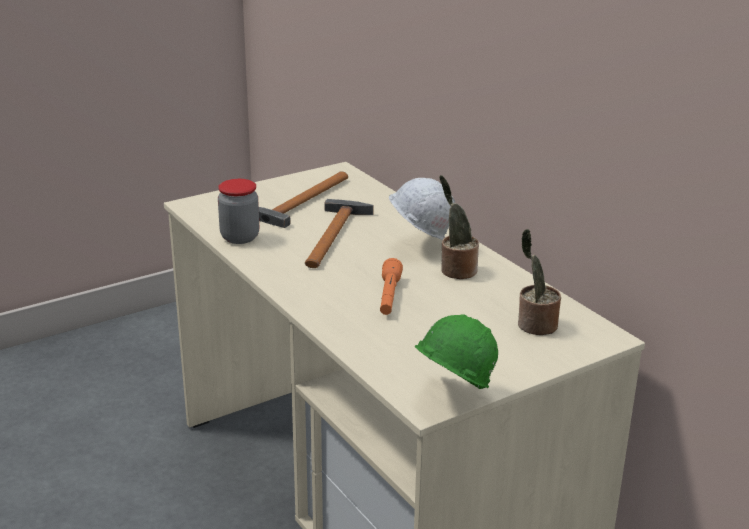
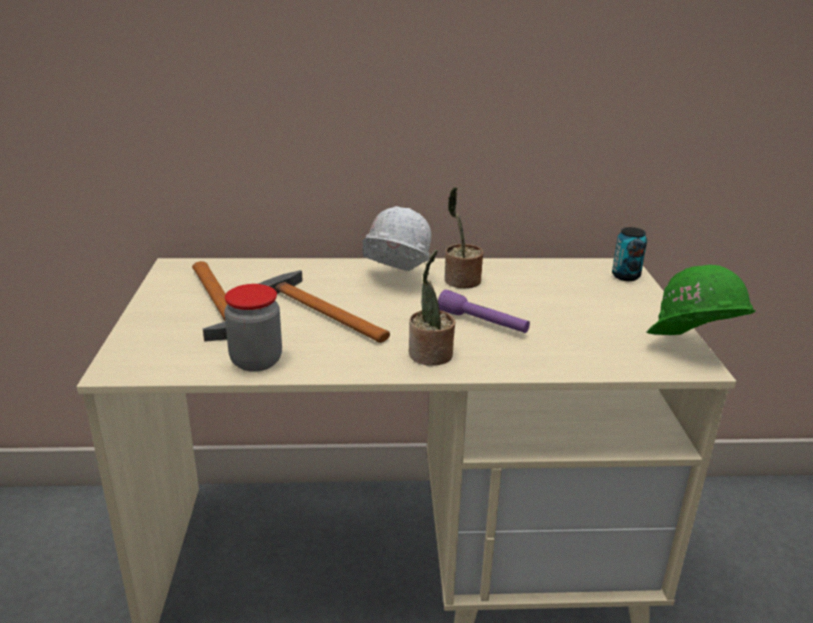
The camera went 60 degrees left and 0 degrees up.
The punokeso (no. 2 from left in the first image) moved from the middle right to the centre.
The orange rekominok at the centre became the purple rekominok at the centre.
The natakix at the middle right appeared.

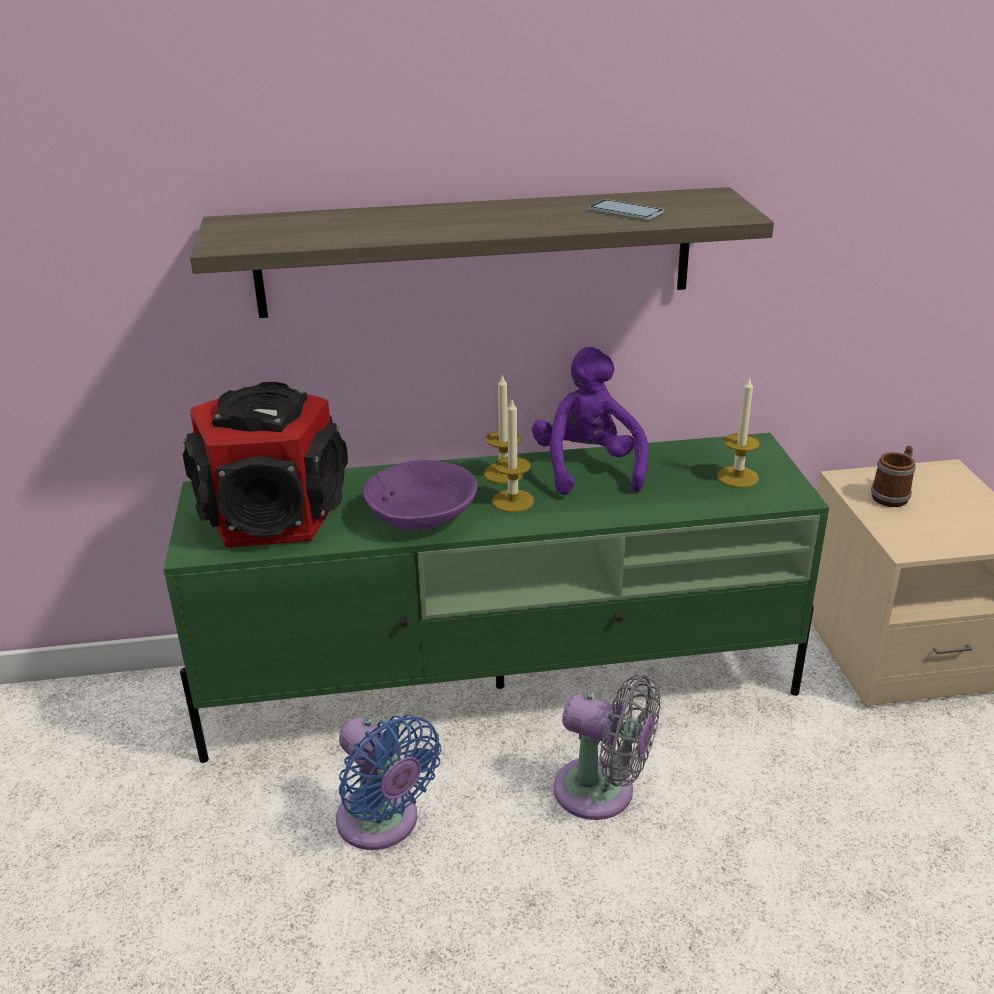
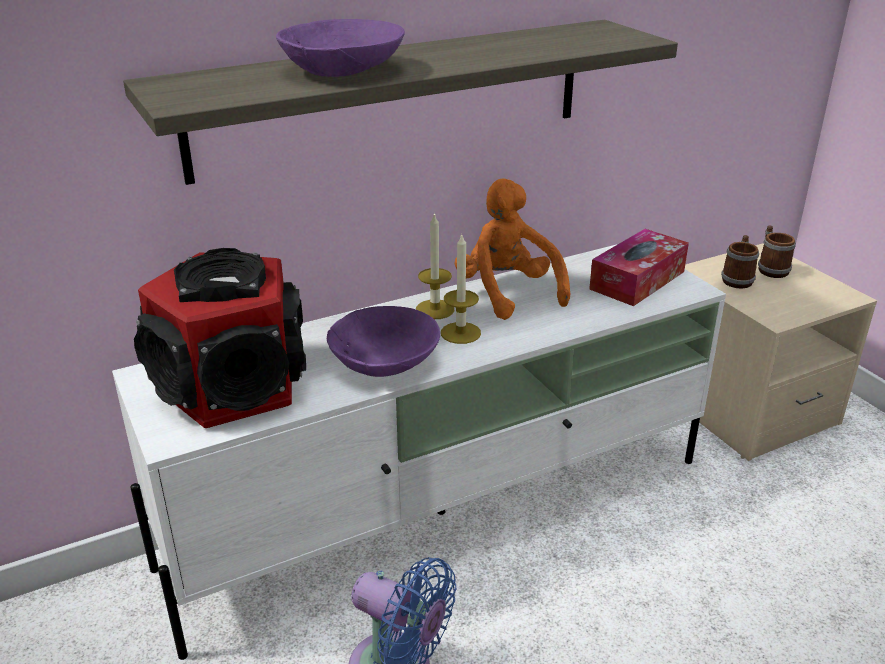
The camera went 20 degrees left and 0 degrees up.
The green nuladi at the centre became the white nuladi at the bottom centre.
The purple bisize (no. 1 from left) at the top centre appeared.
The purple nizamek at the centre became the orange nizamek at the centre.
The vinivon (no. 3 from left) at the middle right was replaced by the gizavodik at the middle right.
The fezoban (no. 2 from left) at the middle right appeared.
The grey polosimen at the bottom centre disappeared.
The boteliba at the top centre disappeared.

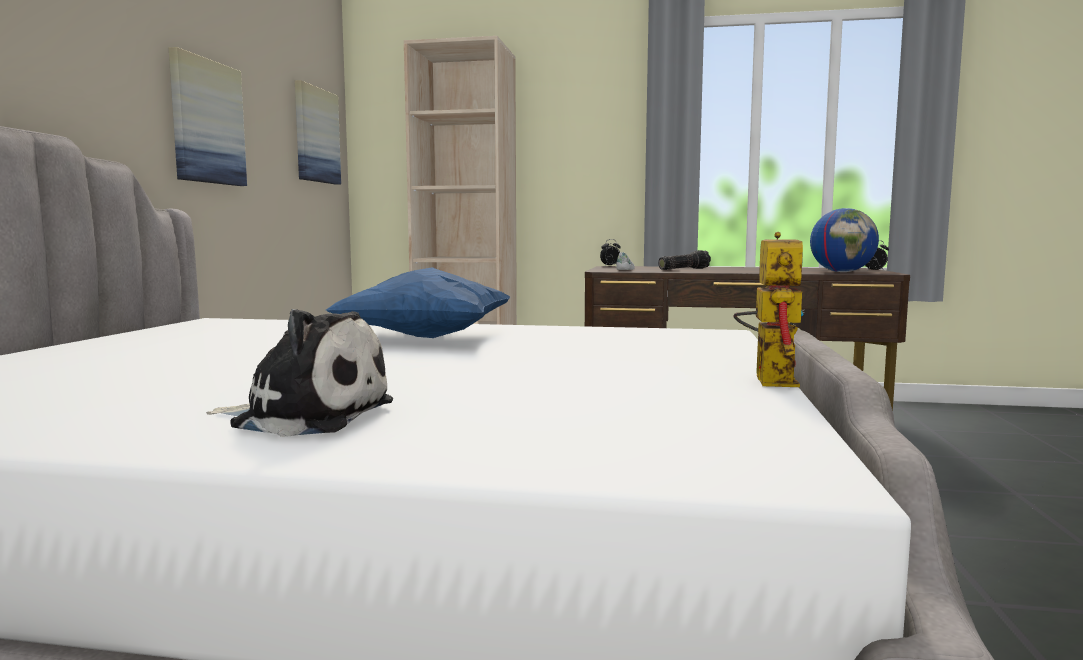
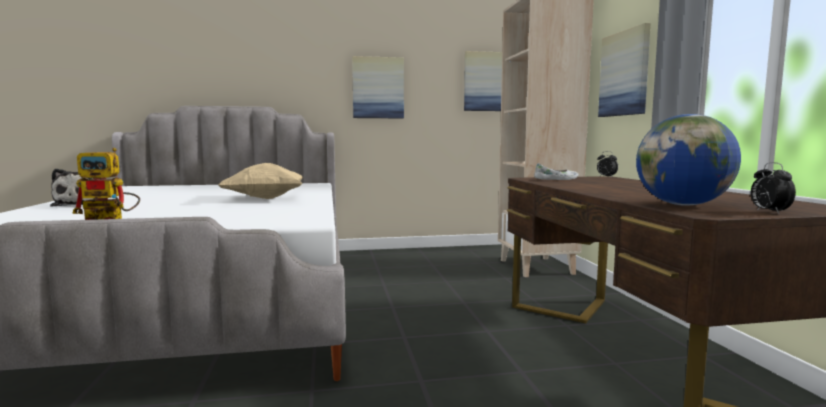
The camera went 70 degrees right and 0 degrees up.
The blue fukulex at the centre became the beige fukulex at the middle left.
The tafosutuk (no. 3 from left) at the top right appeared.
The rekominok at the centre disappeared.

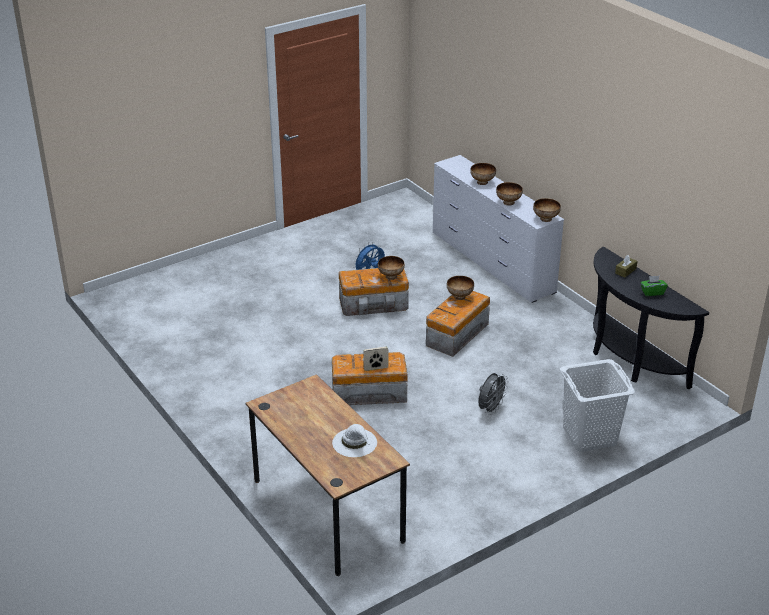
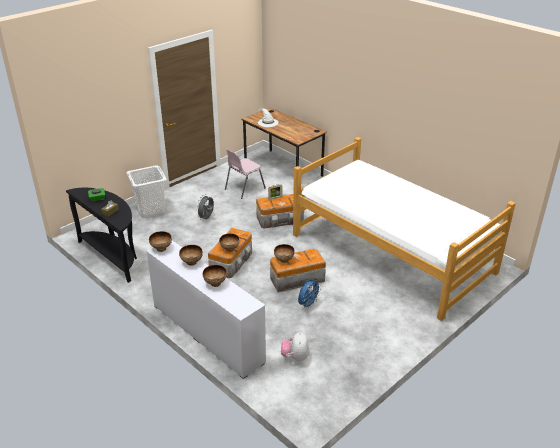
The camera went 170 degrees right and 0 degrees up.
The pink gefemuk at the centre appeared.
The nizamek at the bottom centre appeared.
The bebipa at the middle right appeared.

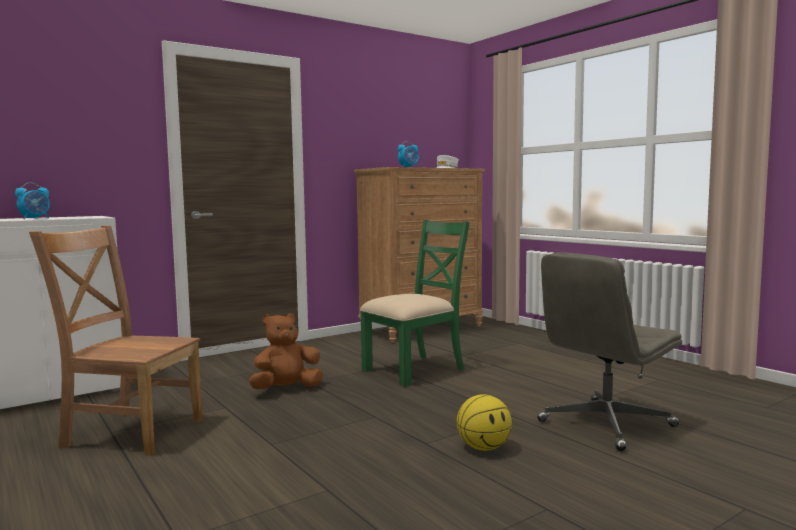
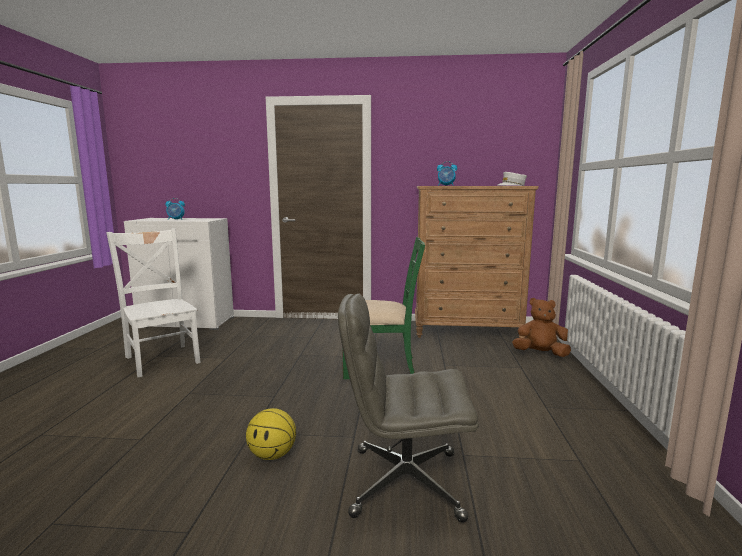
The camera went 40 degrees right and 5 degrees up.
The brown gefemuk at the middle left became the white gefemuk at the middle left.
The brown nizamek moved from the centre to the middle right.

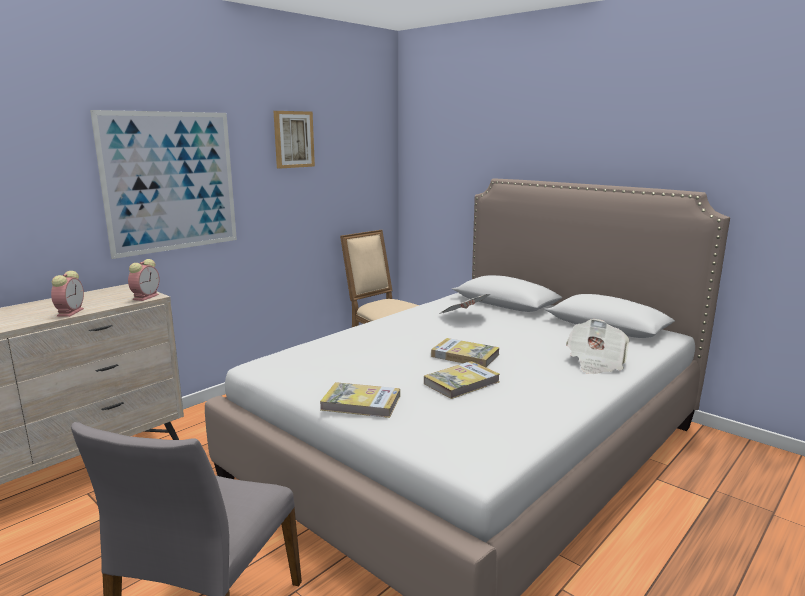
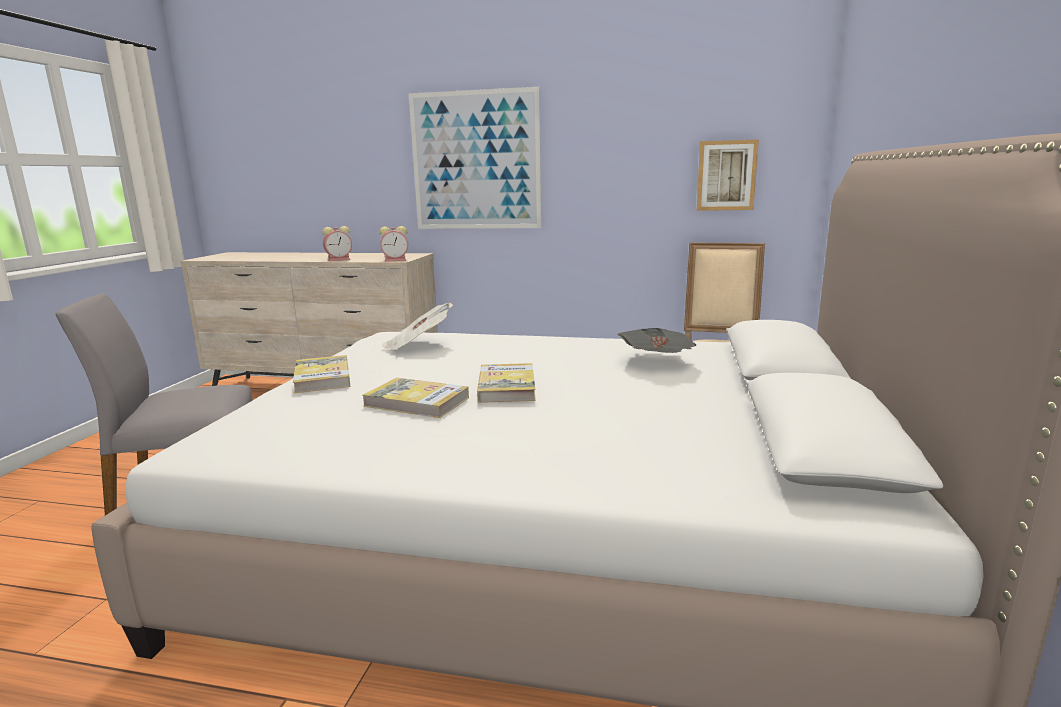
The camera went 60 degrees right and 0 degrees up.
The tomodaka (no. 2 from left in the first image) moved from the middle right to the centre.
The tafosutuk (no. 2 from left) moved from the top centre to the top right.

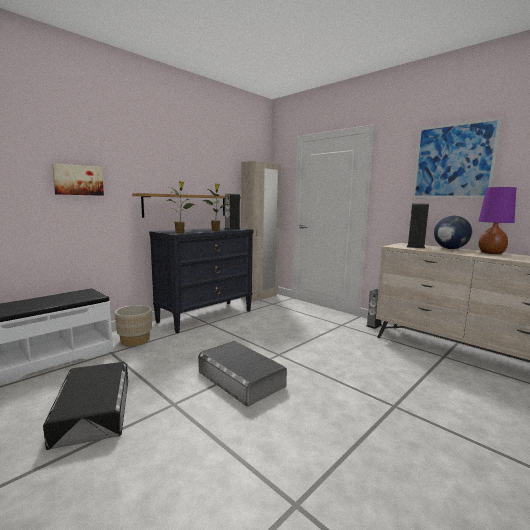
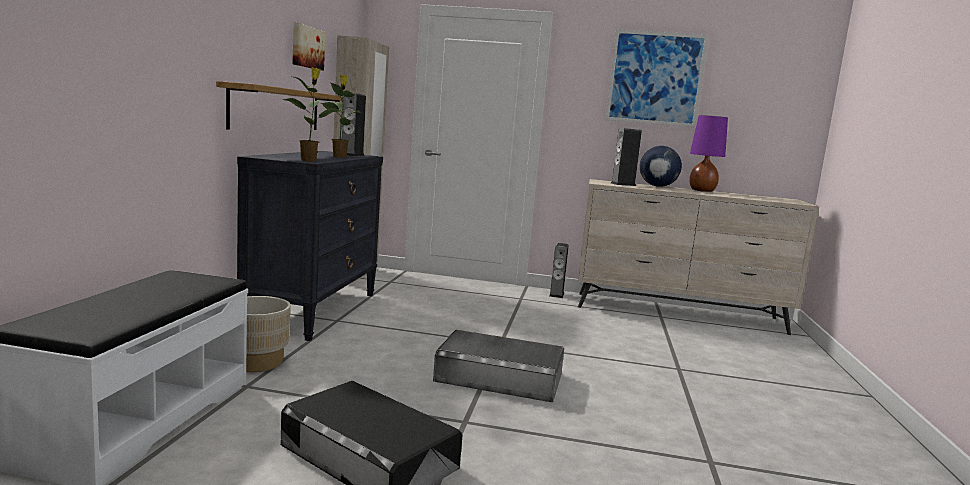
The camera went 35 degrees left and 0 degrees up.
The tafosutuk (no. 1 from left) moved from the middle left to the top left.

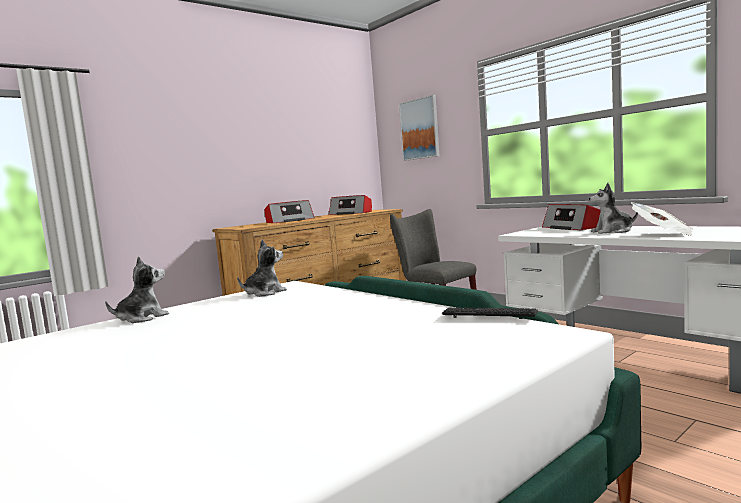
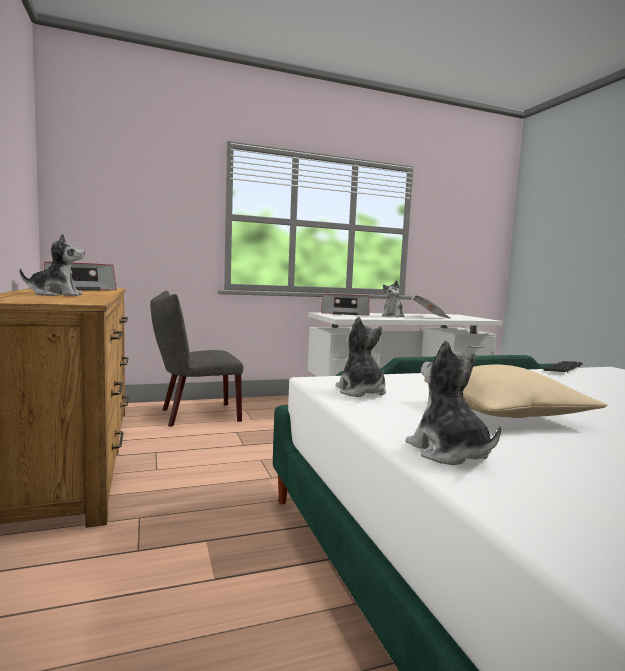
The camera went 70 degrees left and 0 degrees up.
The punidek (no. 1 from left) at the centre was replaced by the nizamek (no. 1 from left) at the middle left.
The beige fukulex at the middle right appeared.
The tafosutuk at the top centre disappeared.

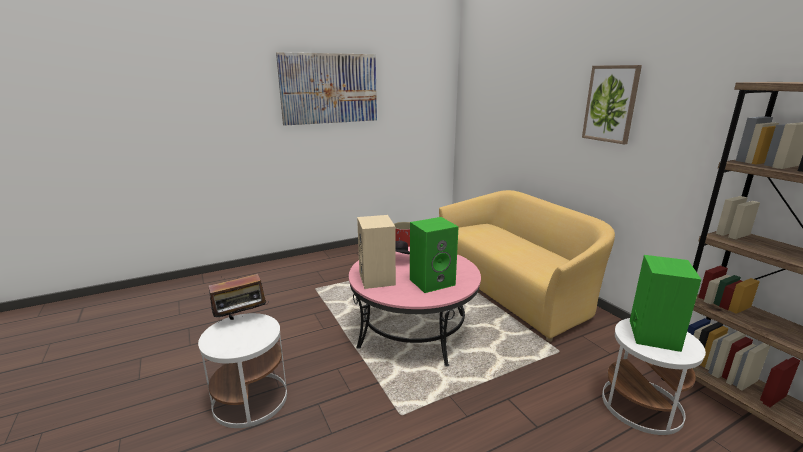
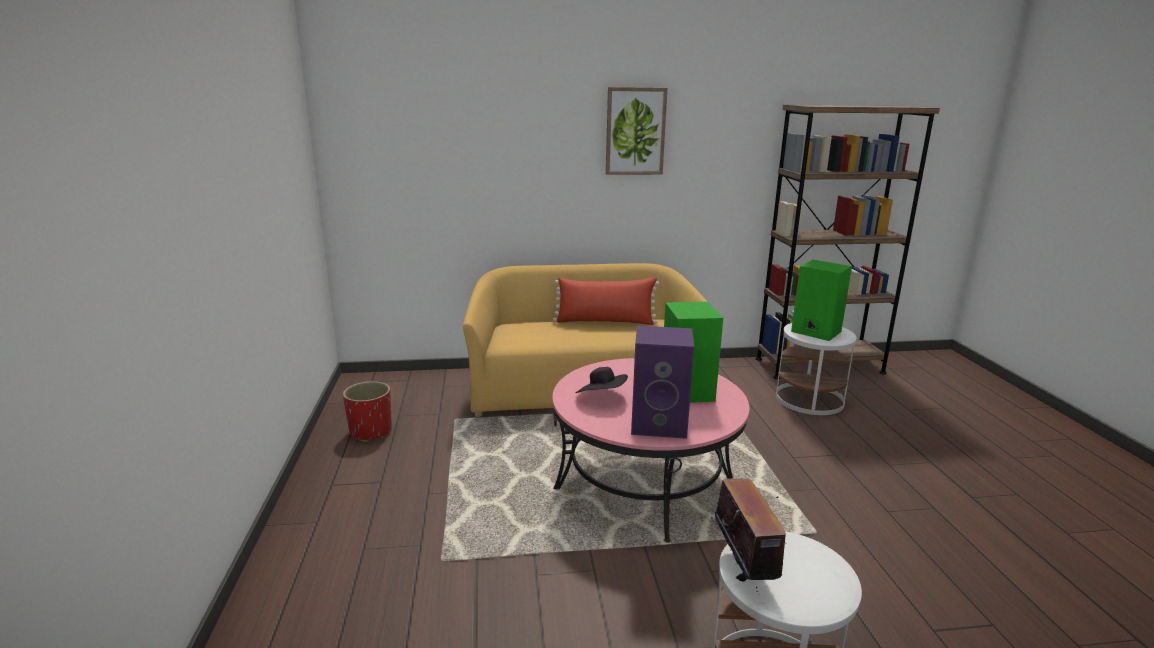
The camera went 70 degrees left and 0 degrees up.
The red fukulex at the centre appeared.
The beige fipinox at the centre became the purple fipinox at the centre.
The tafosutuk (no. 1 from left) at the top centre disappeared.

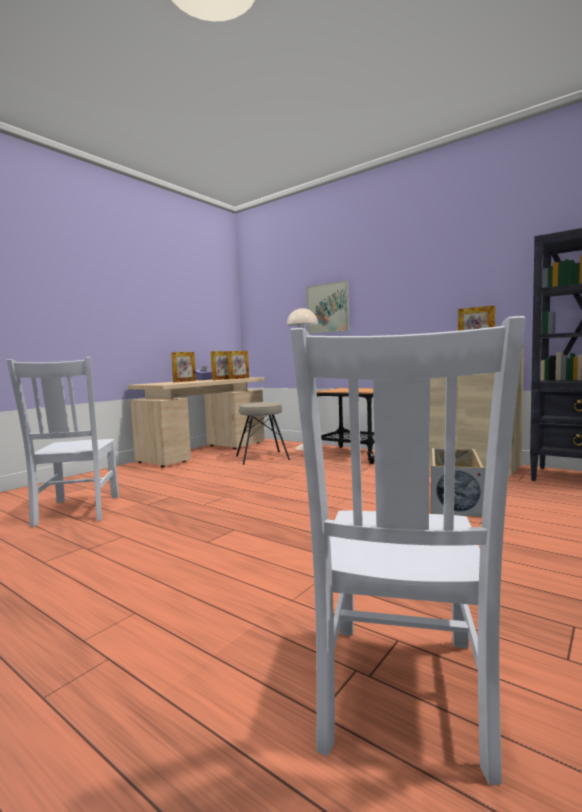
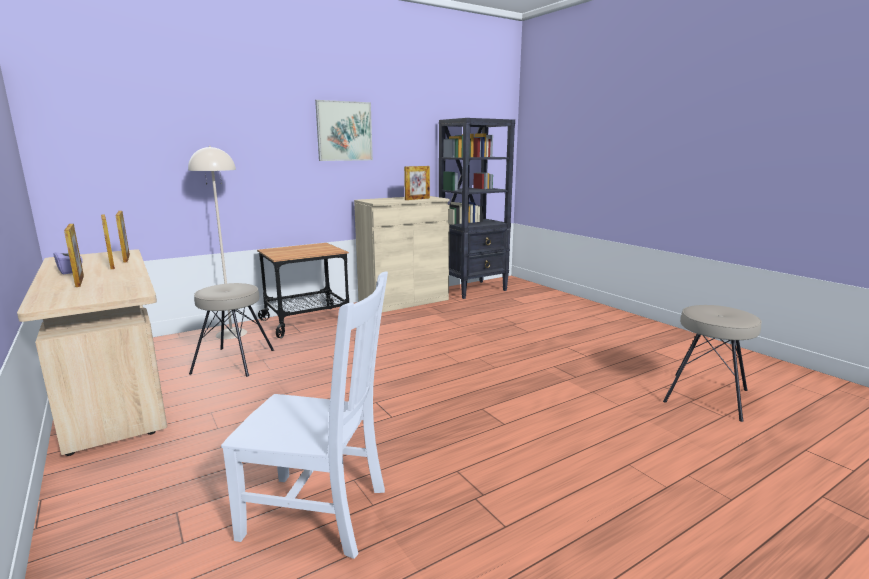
The camera went 70 degrees left and 10 degrees up.
The tafosutuk moved from the centre to the top centre.
The white gefemuk (no. 2 from left) at the bottom right was replaced by the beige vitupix (no. 2 from left) at the middle right.
The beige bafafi at the middle right disappeared.

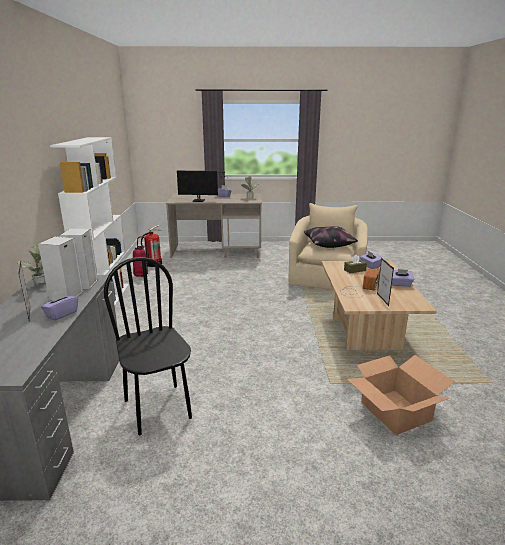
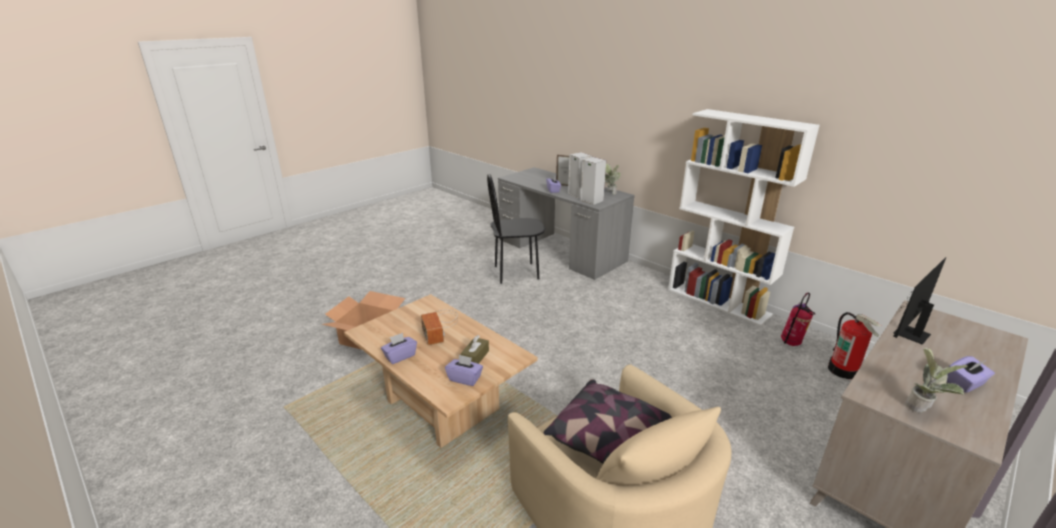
The camera went 135 degrees right and 5 degrees up.
The black gefemuk at the middle left turned 150 degrees clockwise.
The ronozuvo (no. 2 from left) at the middle right disappeared.

